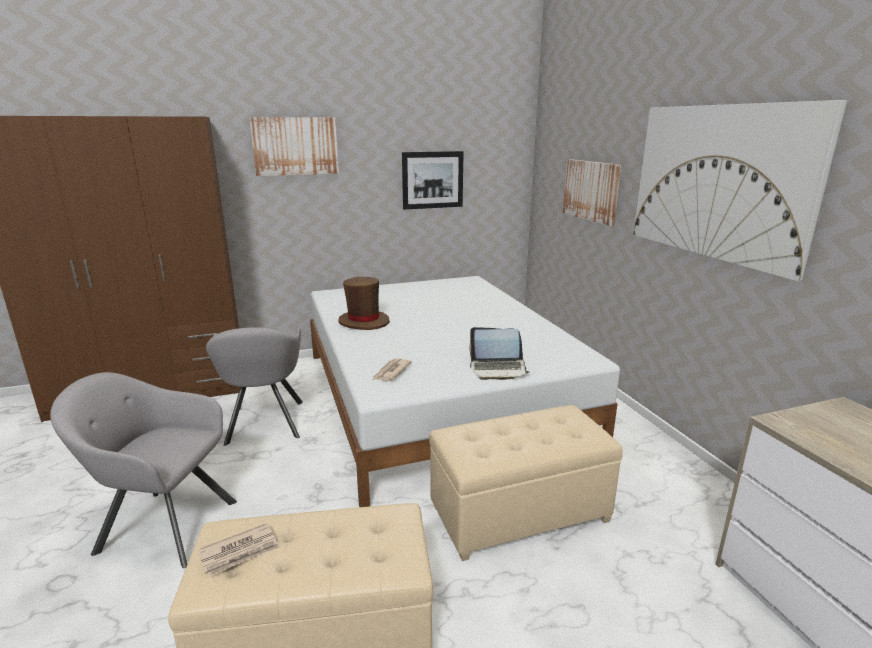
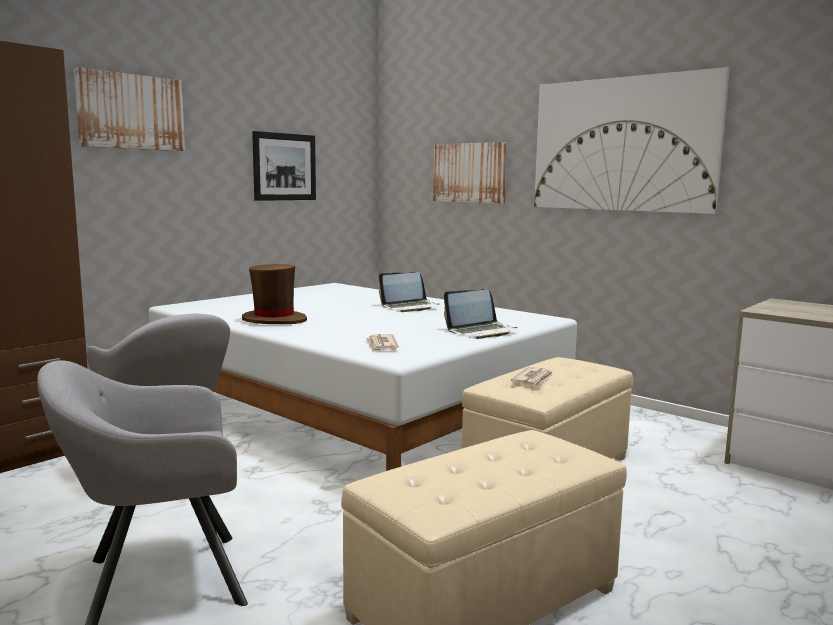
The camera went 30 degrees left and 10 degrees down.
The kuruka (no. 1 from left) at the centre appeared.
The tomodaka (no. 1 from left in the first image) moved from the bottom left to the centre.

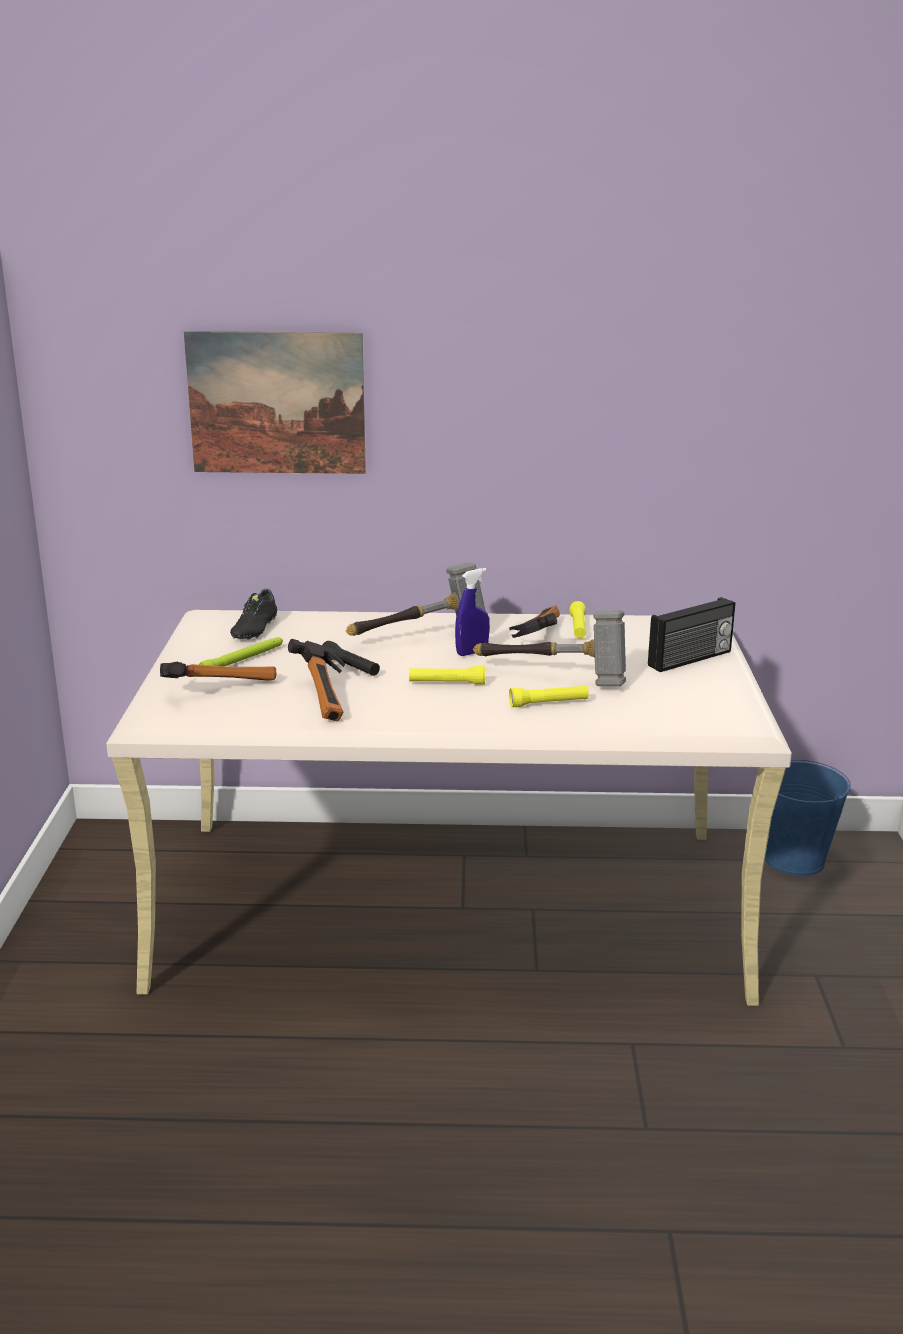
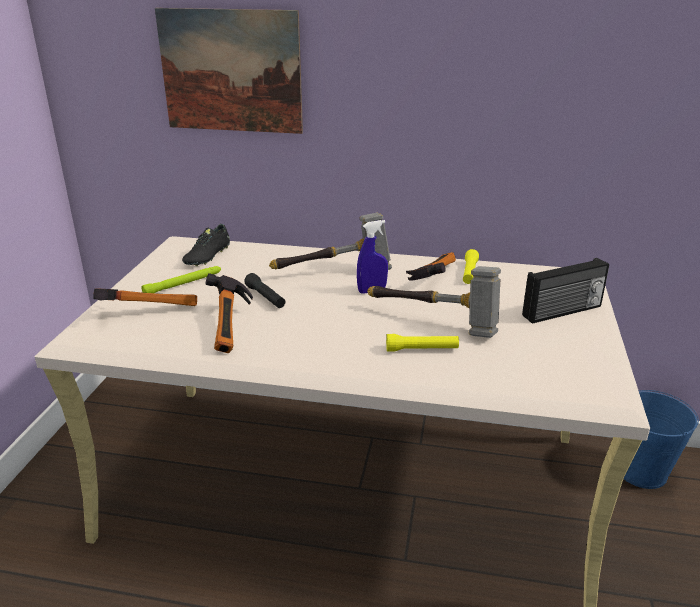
The camera went 10 degrees right and 5 degrees up.
The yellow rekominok (no. 1 from left) at the centre disappeared.

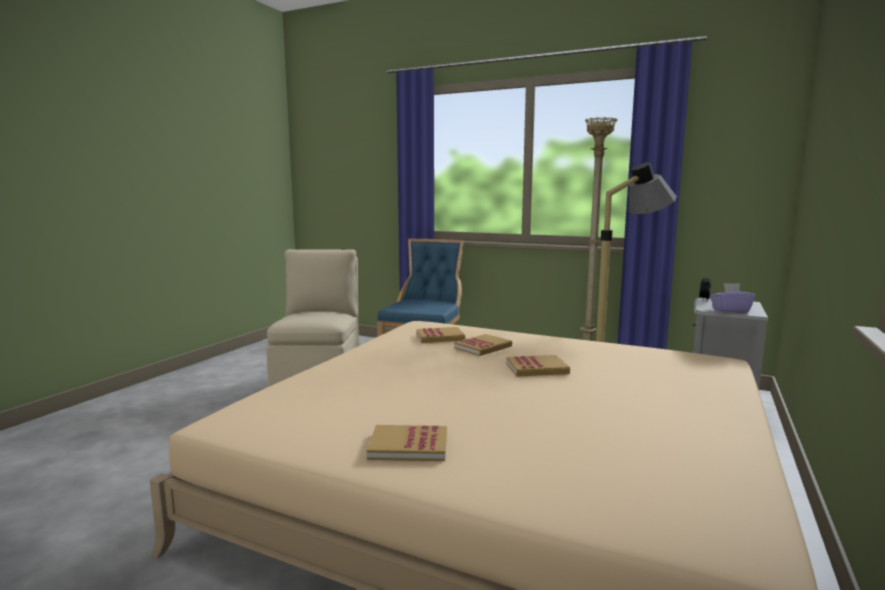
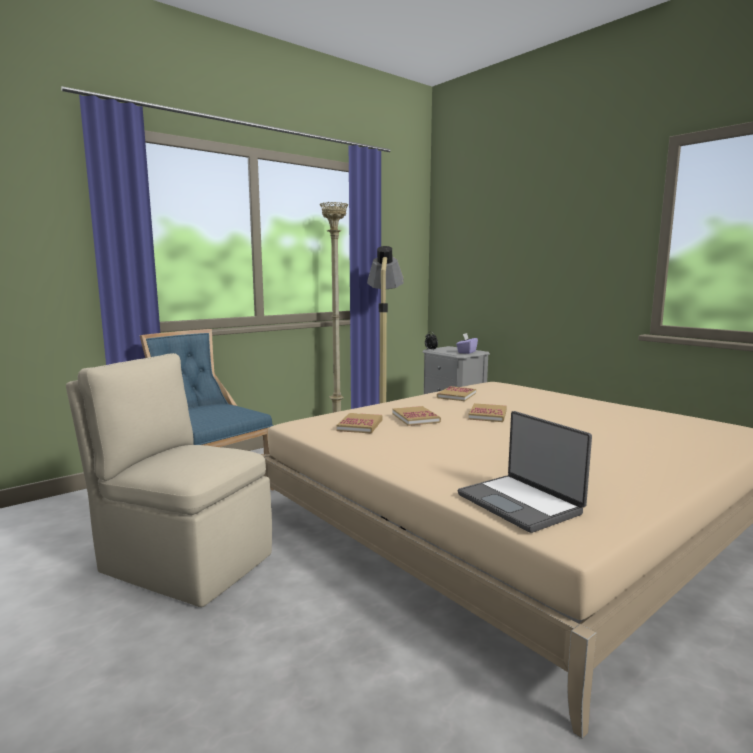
The camera went 65 degrees left and 0 degrees up.
The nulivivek (no. 1 from left in the first image) moved from the bottom centre to the centre.
The kuruka at the middle right appeared.

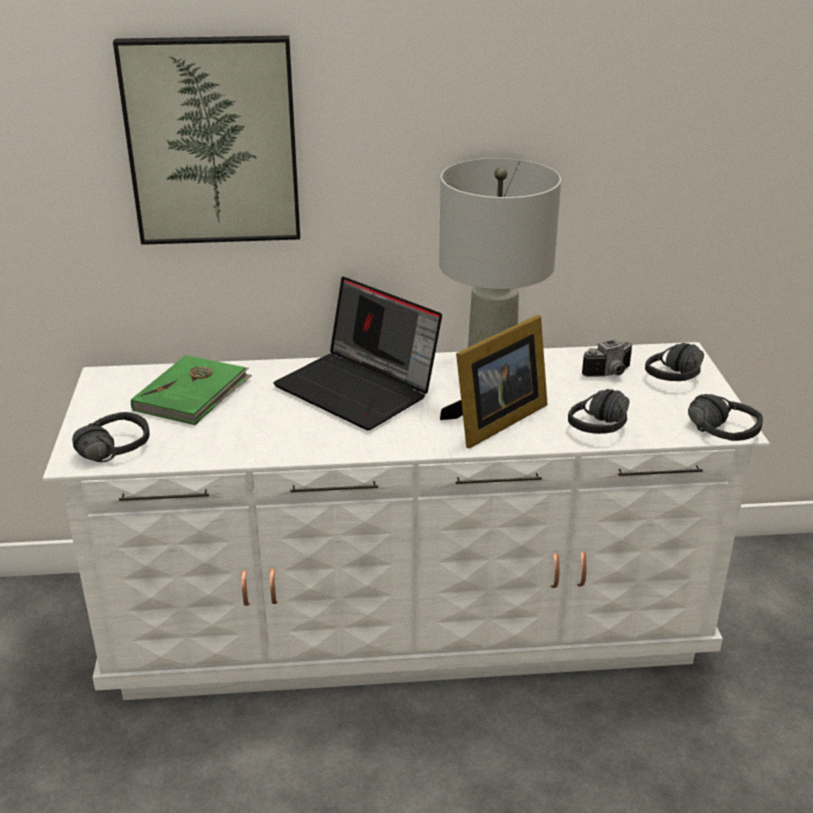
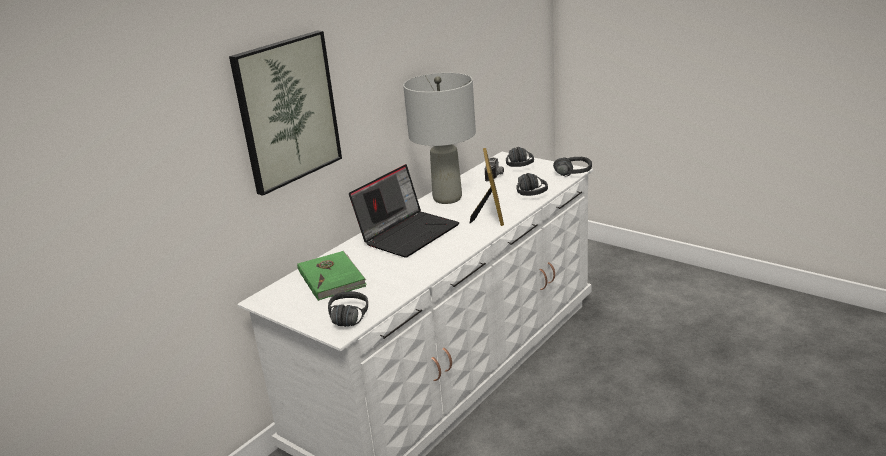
The camera went 45 degrees left and 5 degrees down.
The kuruka at the centre turned 45 degrees counterclockwise.

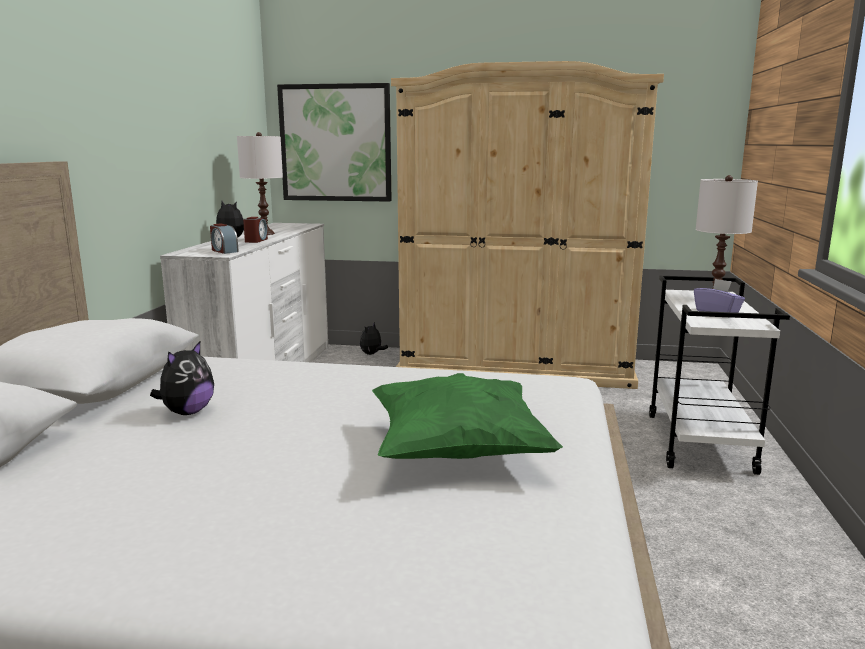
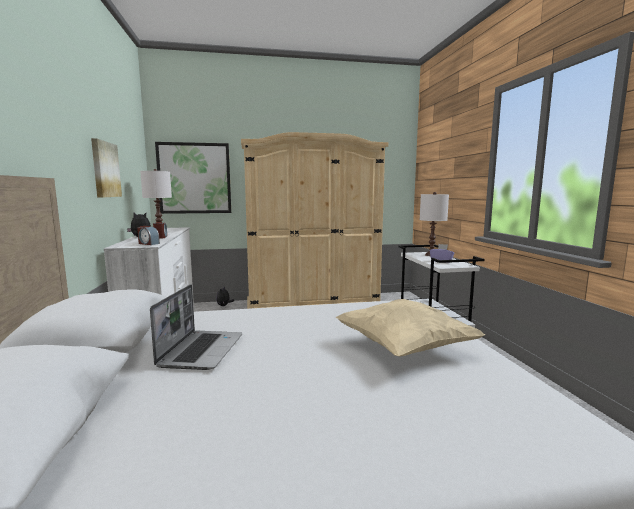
The camera went 20 degrees left and 5 degrees down.
The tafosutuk (no. 1 from left) at the top left appeared.
The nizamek (no. 1 from left) at the middle left was replaced by the kuruka at the middle left.
The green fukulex at the centre became the beige fukulex at the centre.

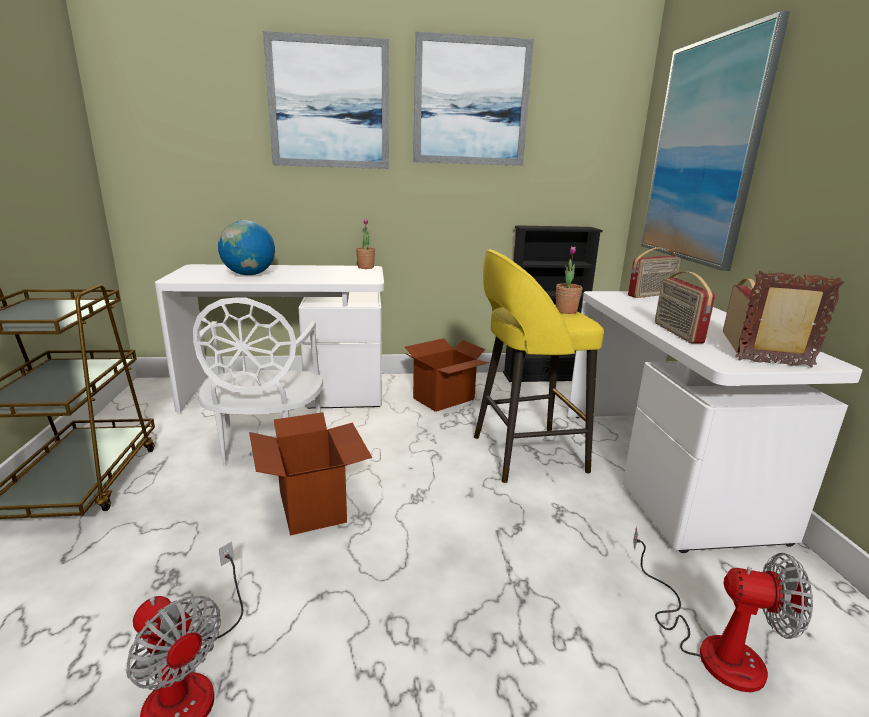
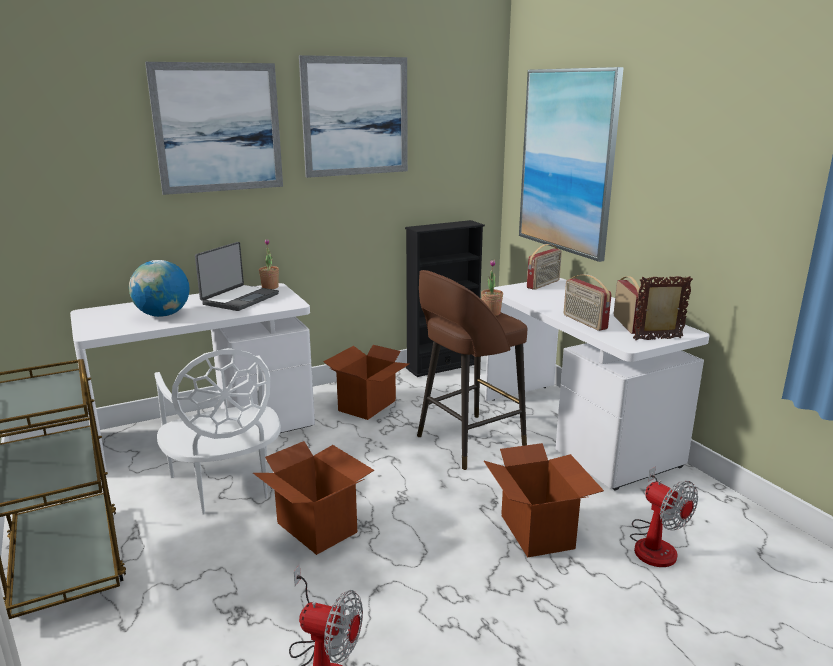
The camera went 20 degrees left and 0 degrees up.
The kuruka at the middle left appeared.
The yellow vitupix at the centre became the brown vitupix at the centre.
The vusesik (no. 3 from left) at the bottom centre appeared.
The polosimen (no. 2 from left) at the bottom right turned 60 degrees clockwise.

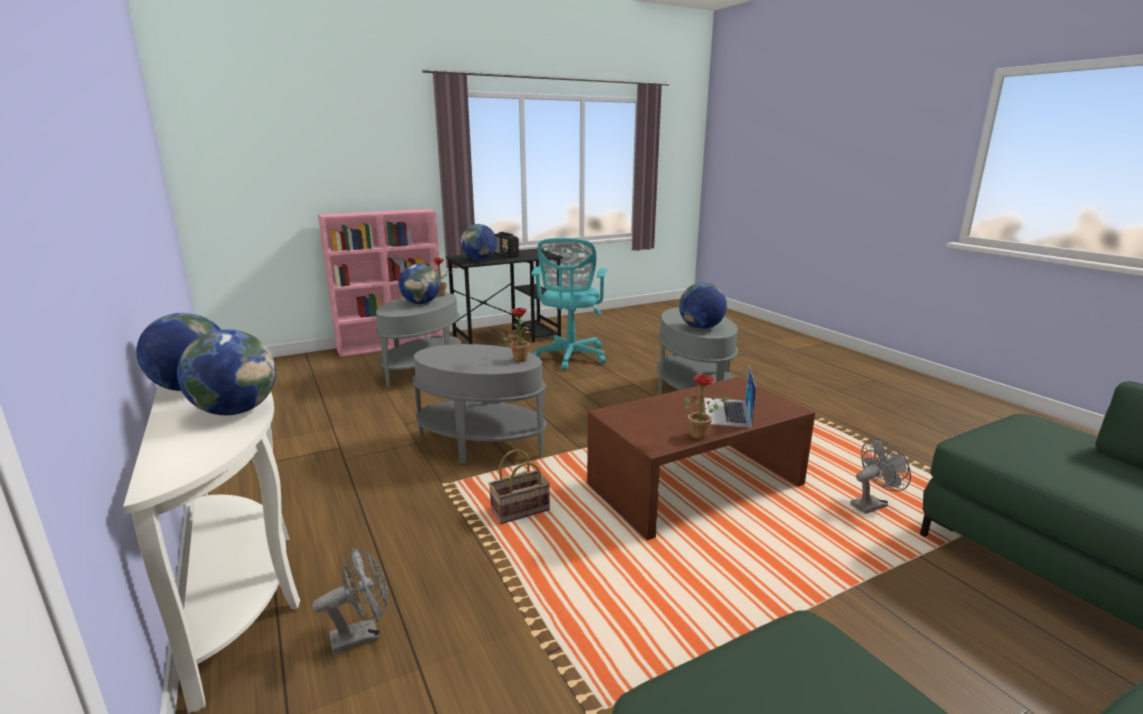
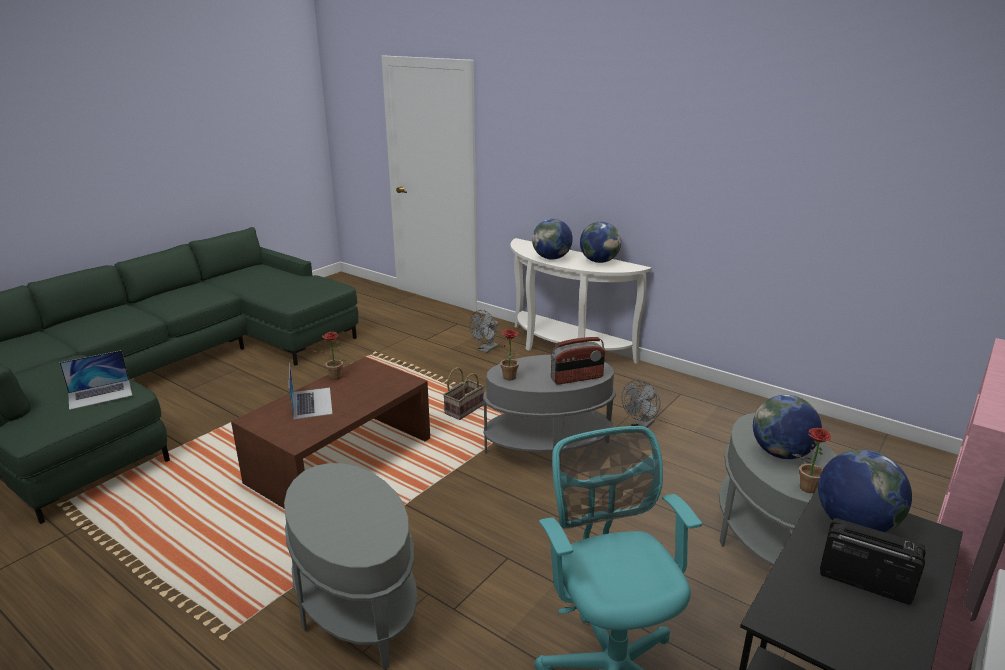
The camera went 155 degrees right and 5 degrees up.
The kuruka (no. 1 from left) at the middle left appeared.
The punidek (no. 1 from left) at the centre appeared.
The grey polosimen (no. 2 from left) moved from the bottom right to the centre.
The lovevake (no. 5 from left) at the centre disappeared.

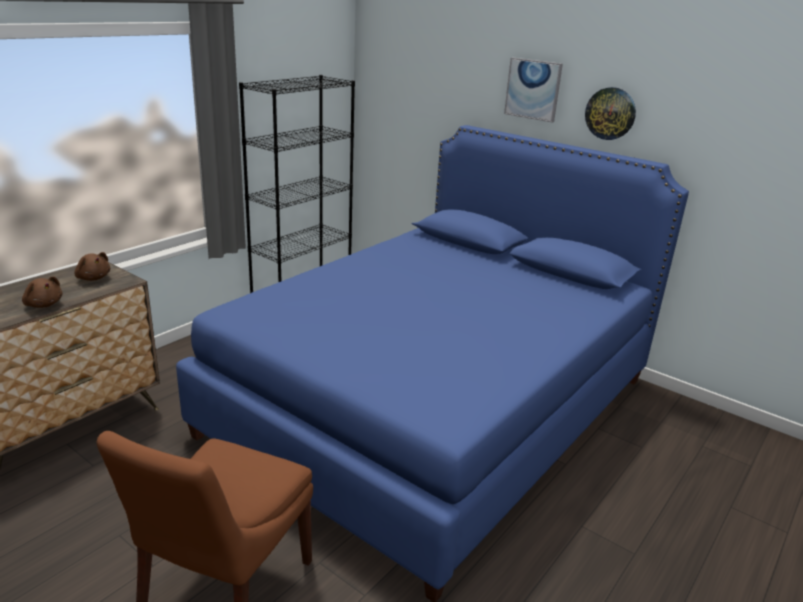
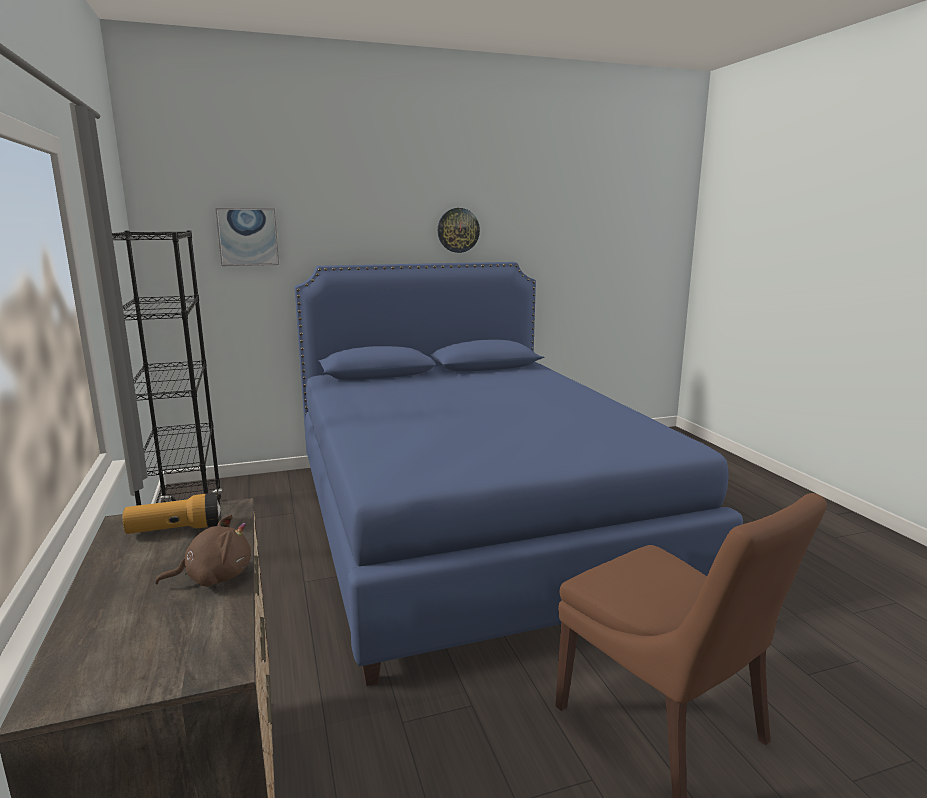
The camera went 55 degrees left and 10 degrees down.
The brown nizamek (no. 2 from left) at the middle left was replaced by the rekominok at the middle left.
The tafosutuk moved from the top centre to the top left.

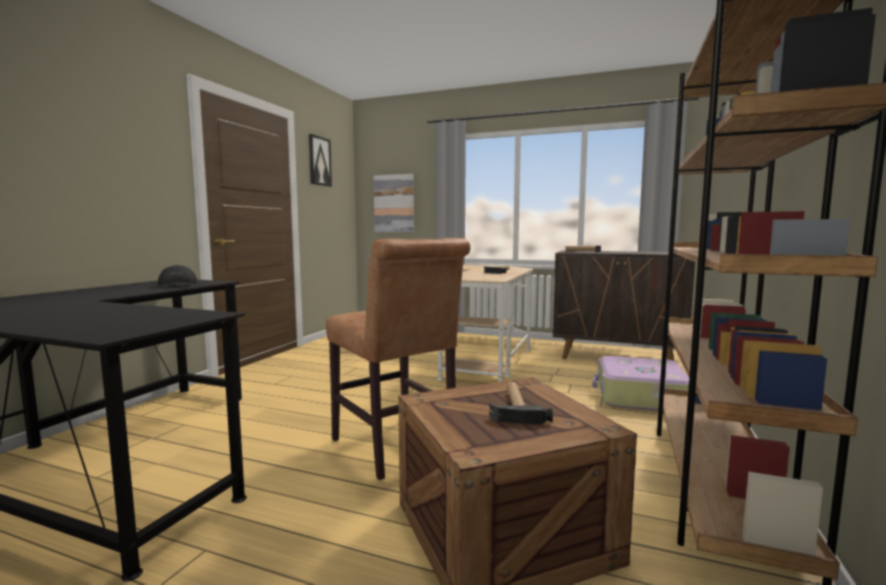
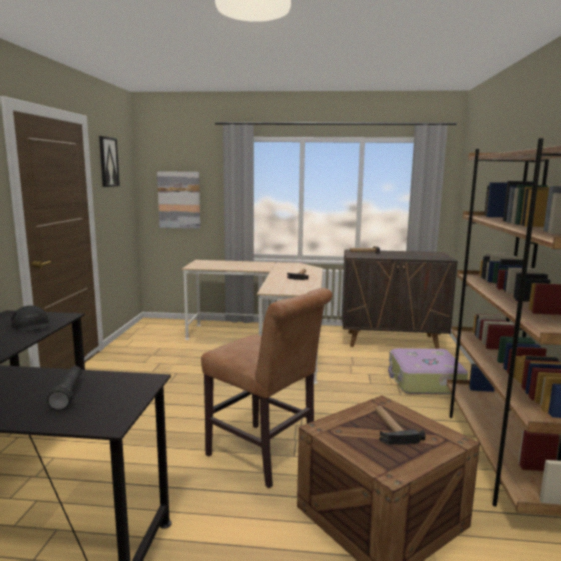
The camera went 15 degrees left and 5 degrees up.
The black rekominok at the bottom left appeared.

